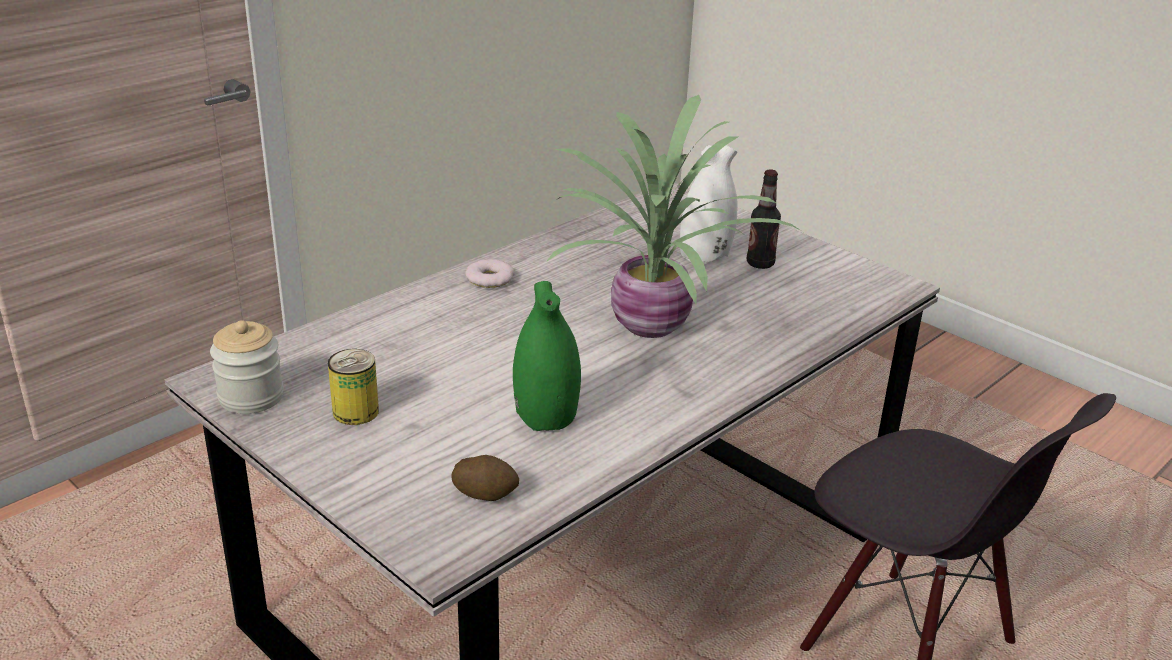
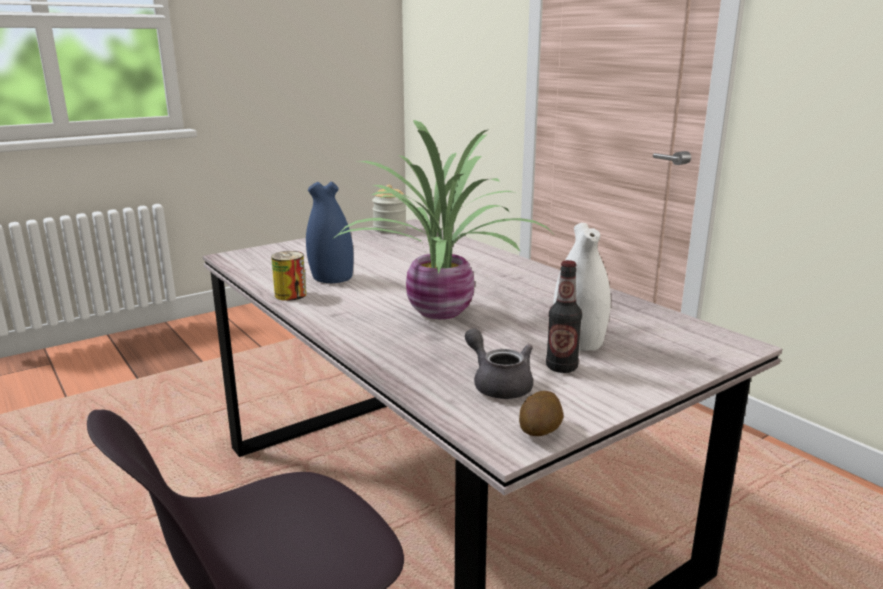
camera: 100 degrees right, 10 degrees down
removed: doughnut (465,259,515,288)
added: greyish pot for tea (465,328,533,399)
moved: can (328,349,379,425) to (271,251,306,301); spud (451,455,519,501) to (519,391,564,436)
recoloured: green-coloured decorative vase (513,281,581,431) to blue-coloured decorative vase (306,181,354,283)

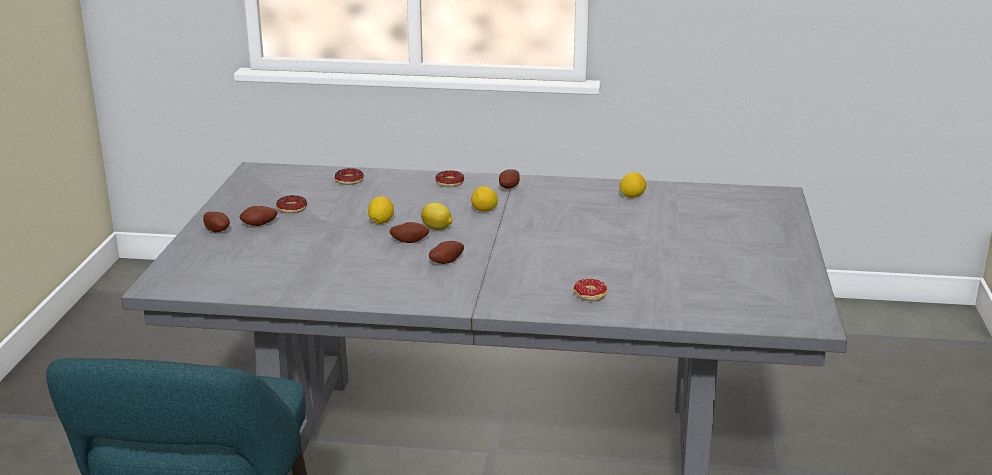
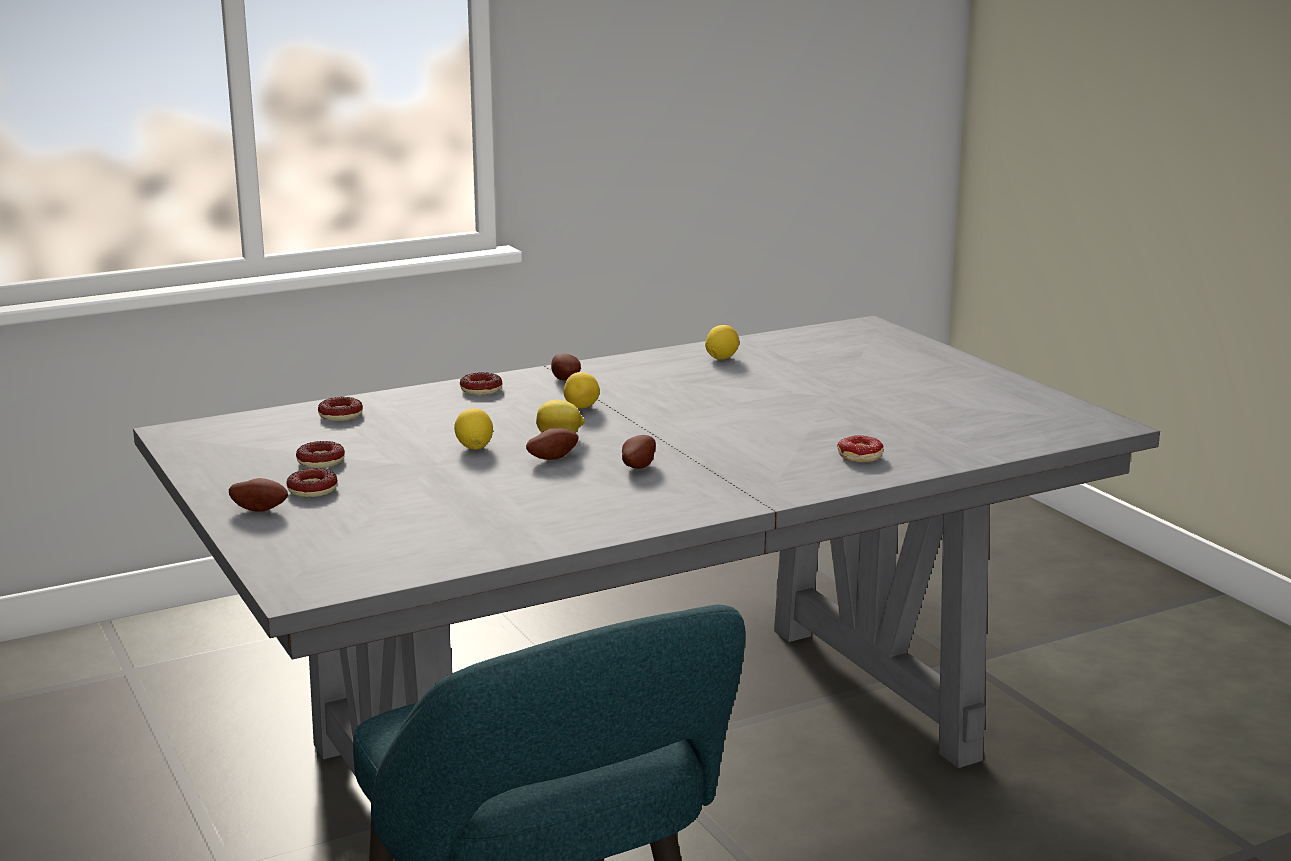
camera: 35 degrees left, 5 degrees down
replaced: spud (240,206,278,226) to doughnut (286,468,338,497)

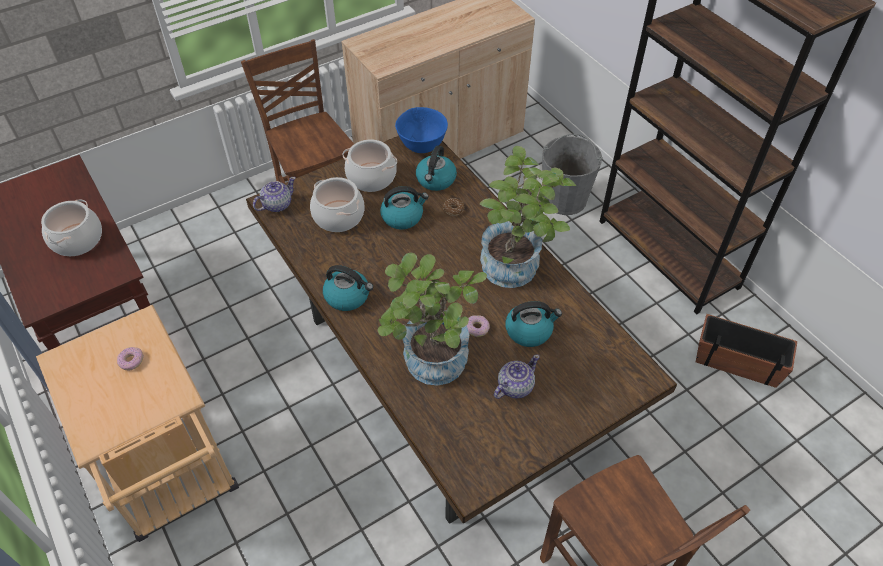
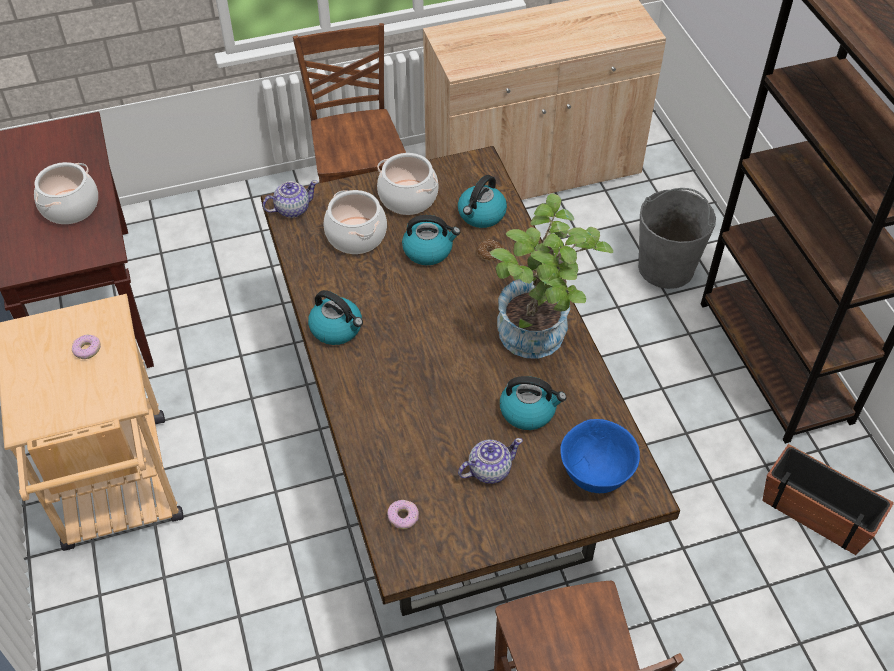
camera: 15 degrees right, 0 degrees up
removed: houseplant (377,253,487,386)
moved: blue-coloured serving bowl (395,107,448,153) to (560,419,640,493); doughnut (467,315,490,337) to (387,500,419,529)

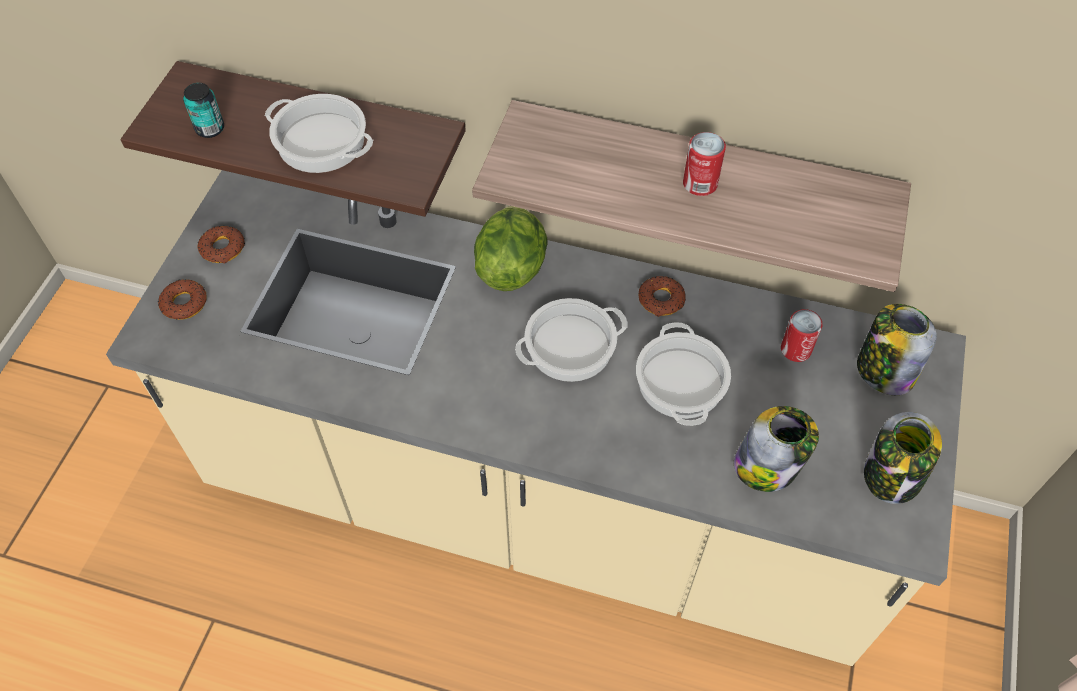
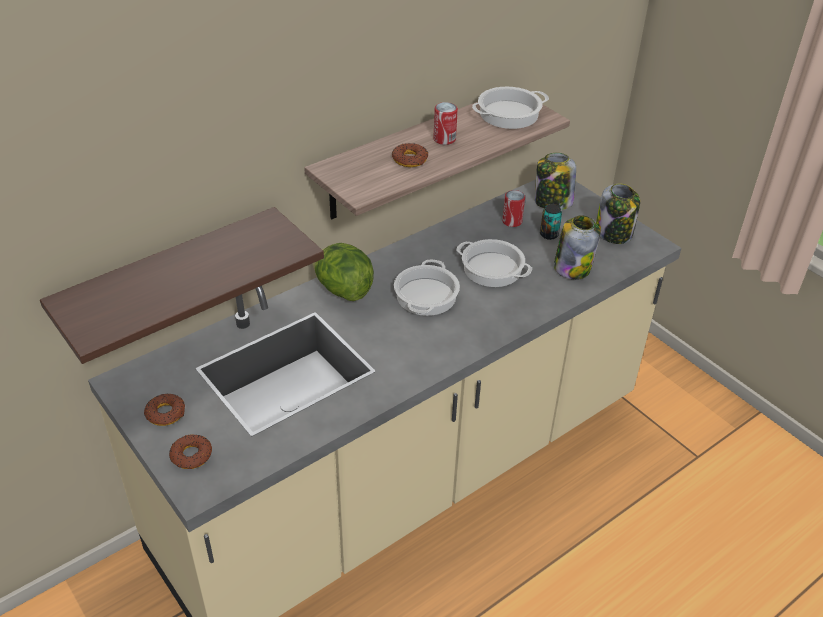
camera: 55 degrees left, 15 degrees down
moved: can (183,83,224,138) to (540,204,562,240); stockpot (265,94,373,173) to (472,87,549,129); doughnut (638,276,686,317) to (392,143,428,167)

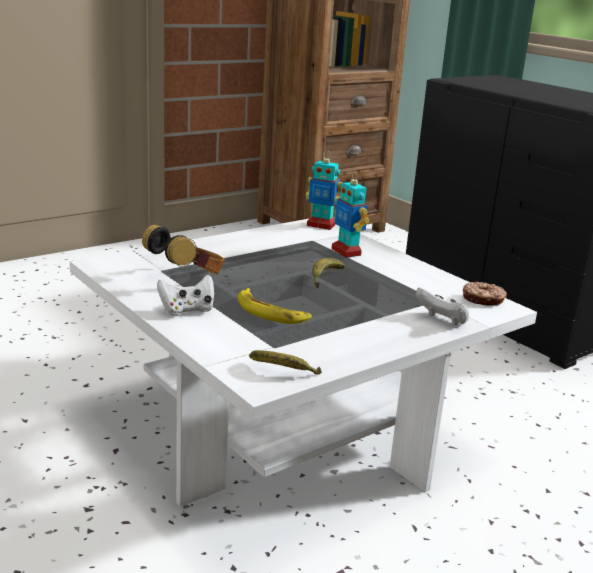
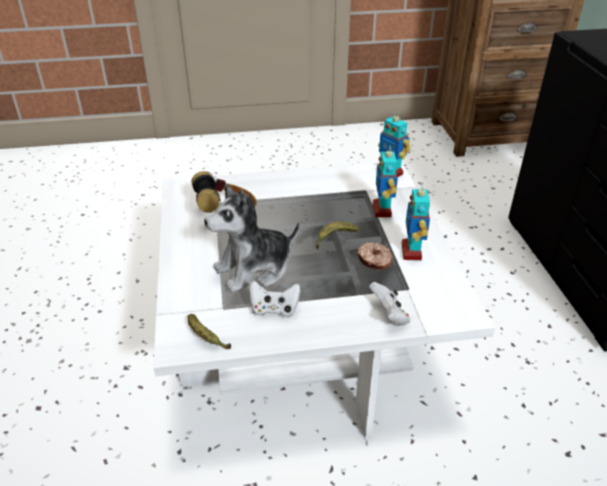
camera: 30 degrees right, 15 degrees up
added: model robot (402,186,430,260)
moved: whitish gamepad (157,274,214,315) to (249,281,300,318); doughnut (463,282,507,305) to (357,242,393,269)
replaced: banana (238,288,312,324) to cuddly toy (204,184,300,293)

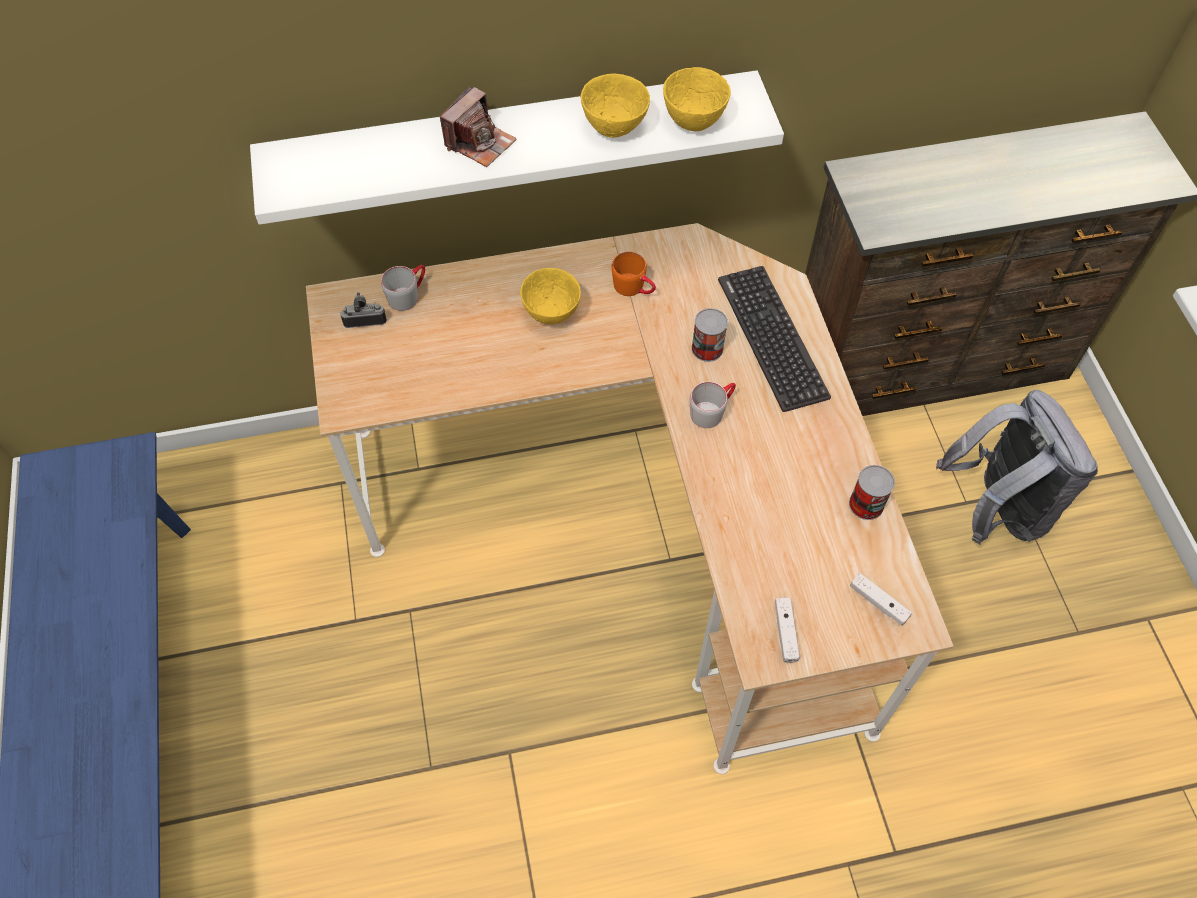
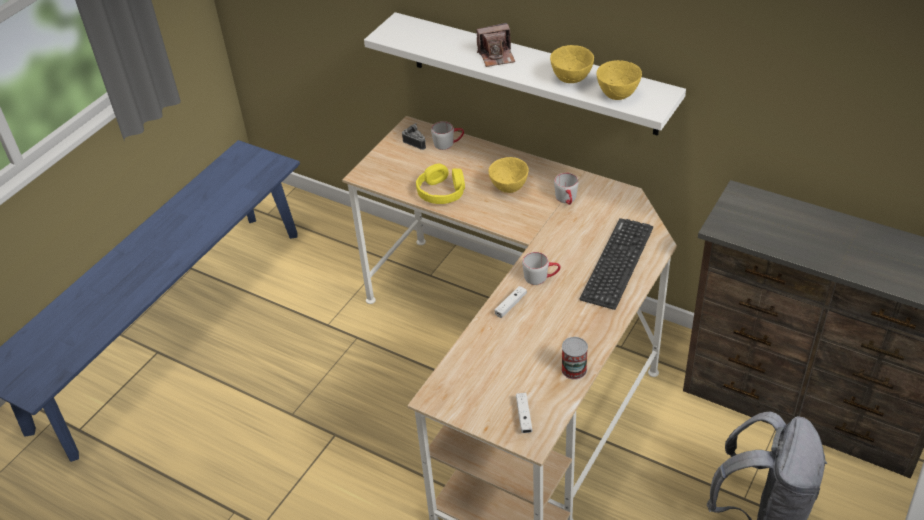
camera: 45 degrees right, 15 degrees down
removed: can (692,308,728,362)
added: yellow pair of headphones (416,164,465,204)
moved: whitish gamepad (775,597,800,663) to (494,286,527,318)
recoloured: orange coffee mug (612,252,656,296) to greyish coffee mug (554,173,578,205)

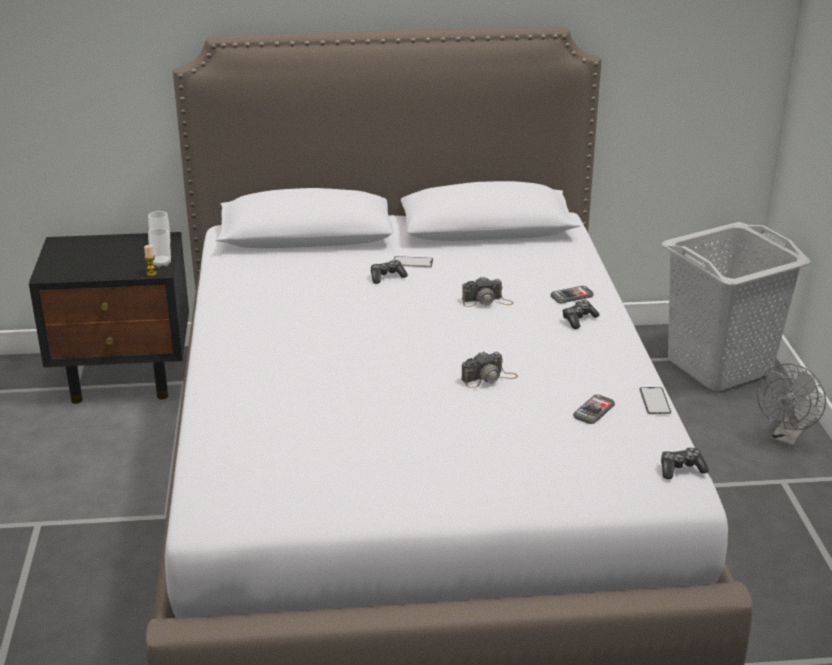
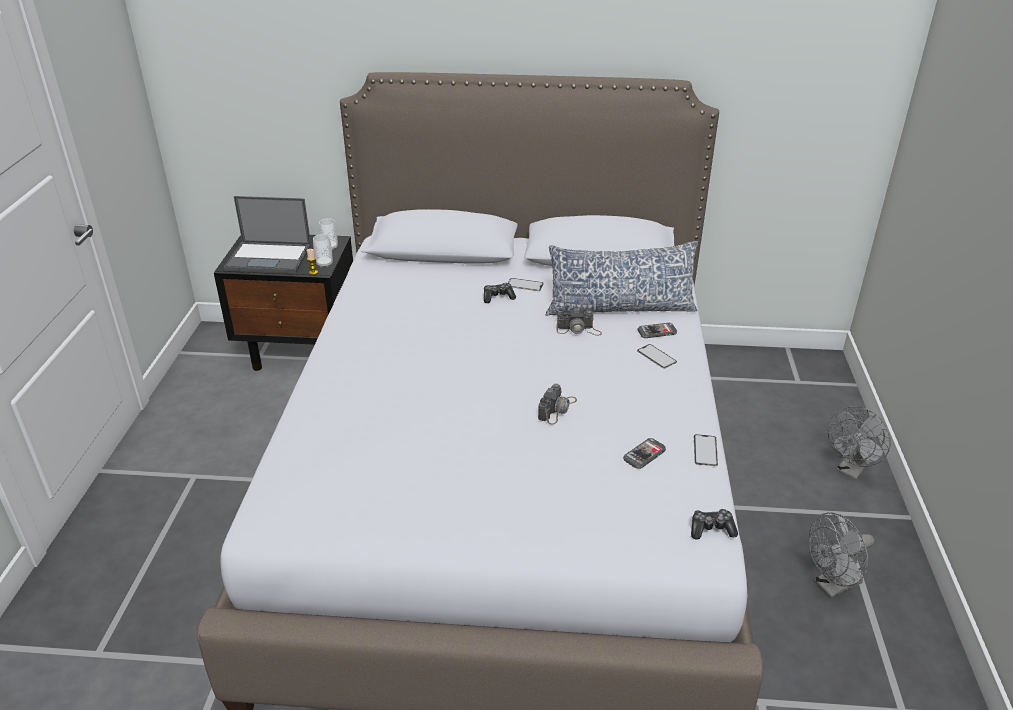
camera: 10 degrees right, 5 degrees up
removed: greyish hamper (662,222,811,391)
added: notebook computer (224,196,311,273); throw pillow (546,241,698,316); greyish electric fan (809,512,874,598)
replaced: gamepad (562,300,600,329) to handset (637,344,677,368)
turned: still camera (461,352,518,388) = (538,384,577,425) 45 degrees counterclockwise

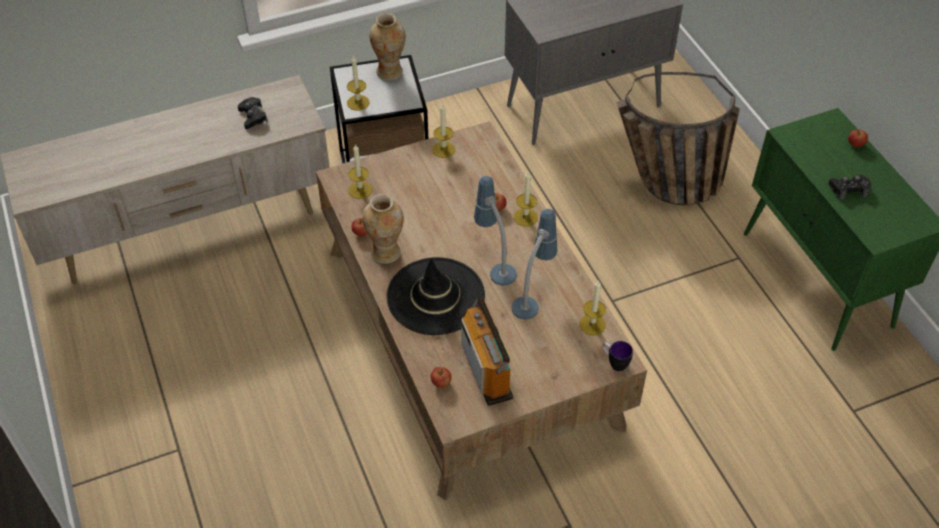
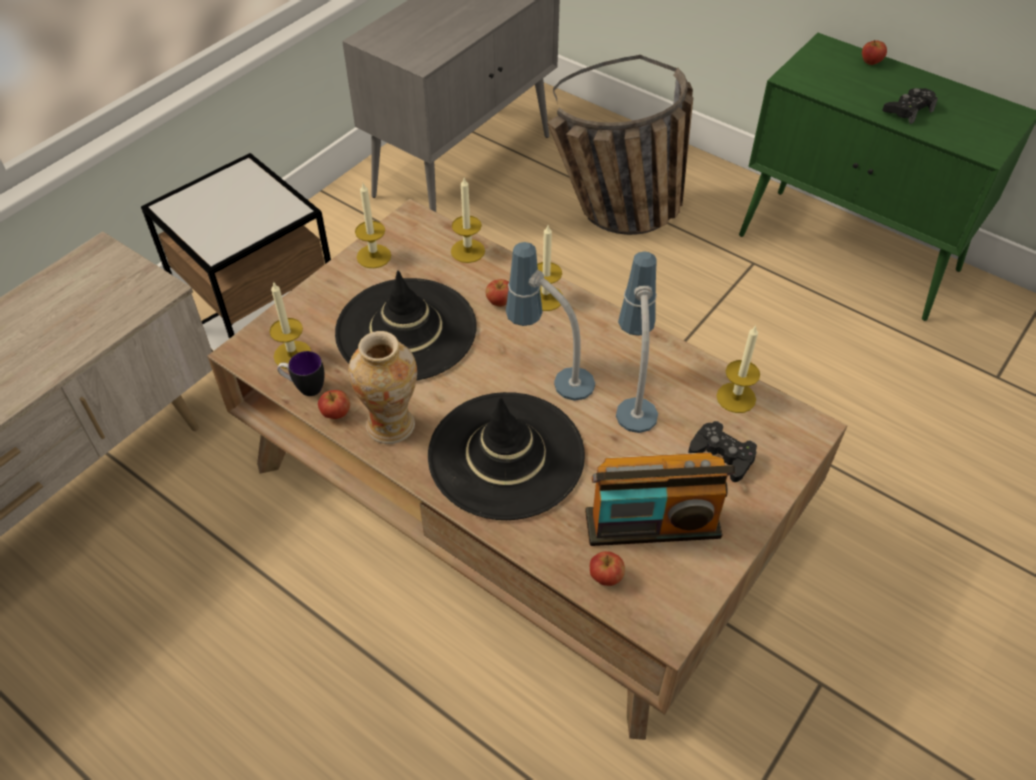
camera: 30 degrees left, 0 degrees up
removed: decorative vase (369,13,406,81)
added: blackish clothing hat (335,270,477,381)
moved: blackish gamepad (238,97,267,129) to (688,421,757,482); candle (347,55,369,111) to (451,178,485,263); coffee mug (602,341,633,371) to (277,351,325,396)
turned: radio receiver (461,298,513,406) = (585,452,736,546) 135 degrees clockwise

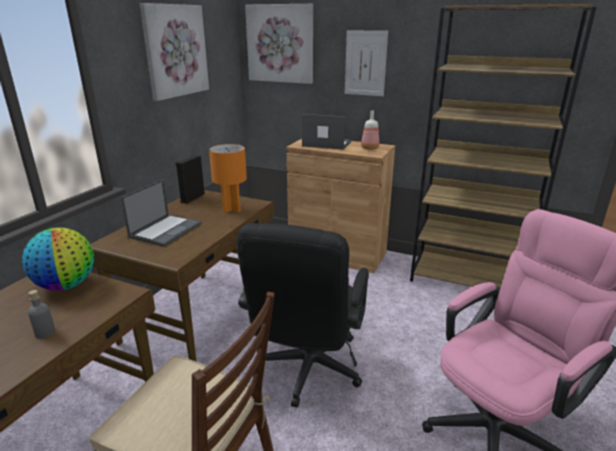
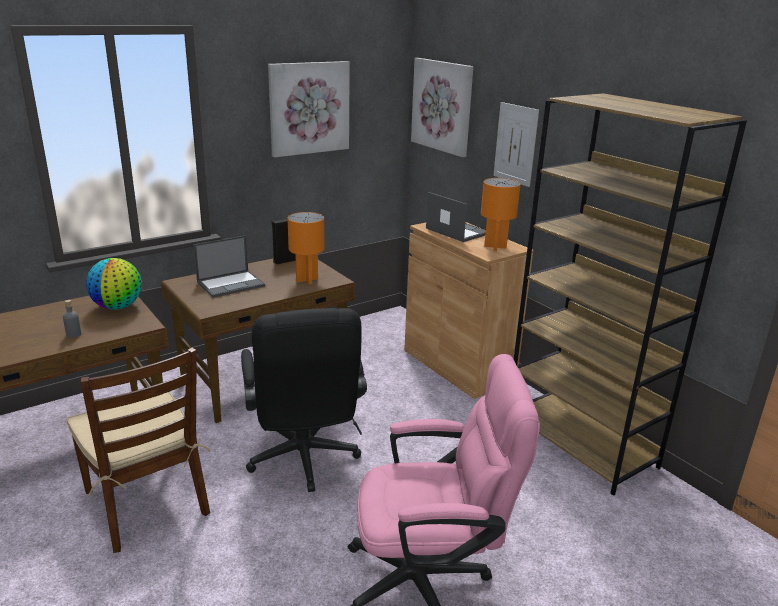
camera: 30 degrees right, 0 degrees up
replaced: drink bottle (361,110,379,150) to orange lamp for a table (481,178,521,251)
turned: blackish office chair (237,223,369,408) = (241,308,367,492) 60 degrees counterclockwise

